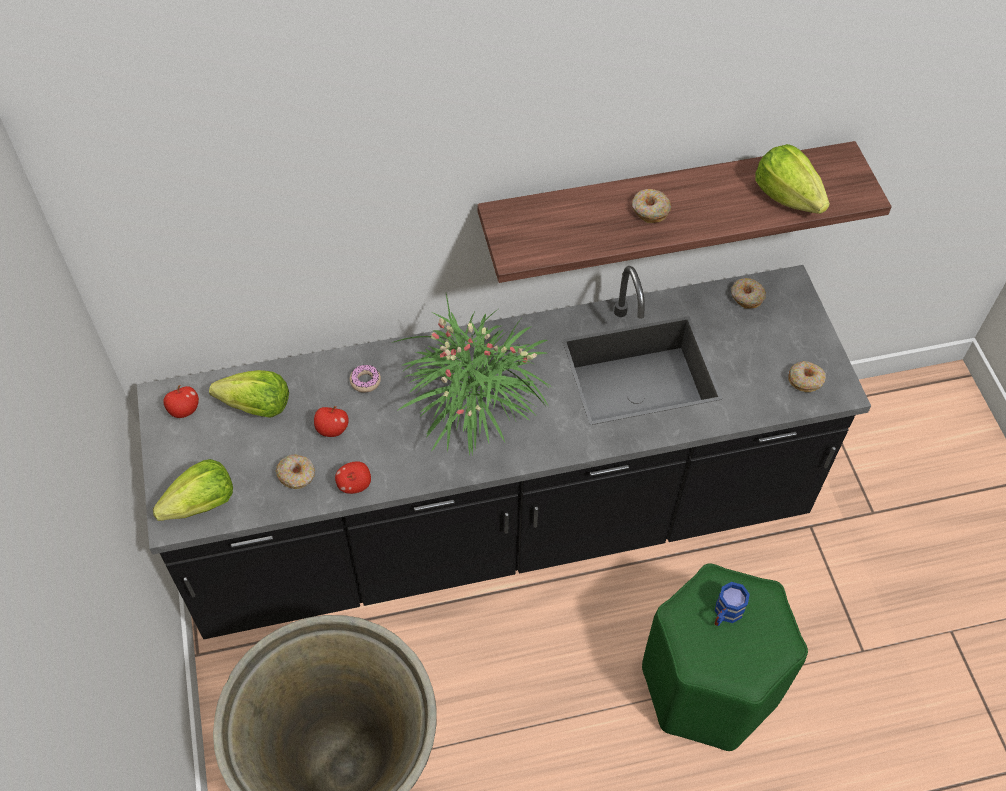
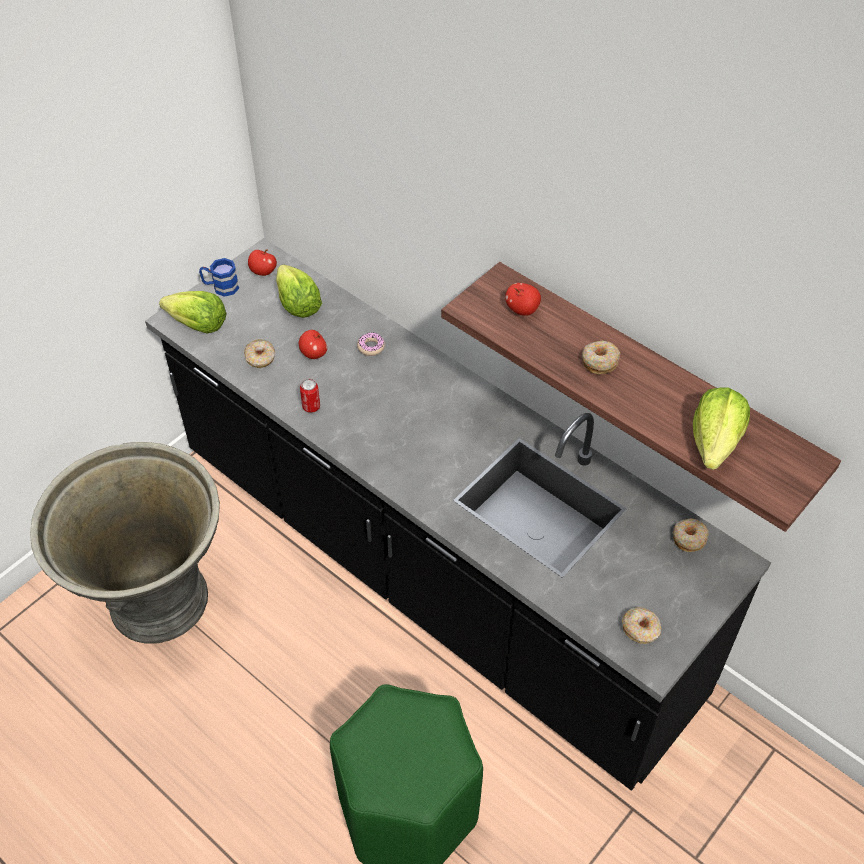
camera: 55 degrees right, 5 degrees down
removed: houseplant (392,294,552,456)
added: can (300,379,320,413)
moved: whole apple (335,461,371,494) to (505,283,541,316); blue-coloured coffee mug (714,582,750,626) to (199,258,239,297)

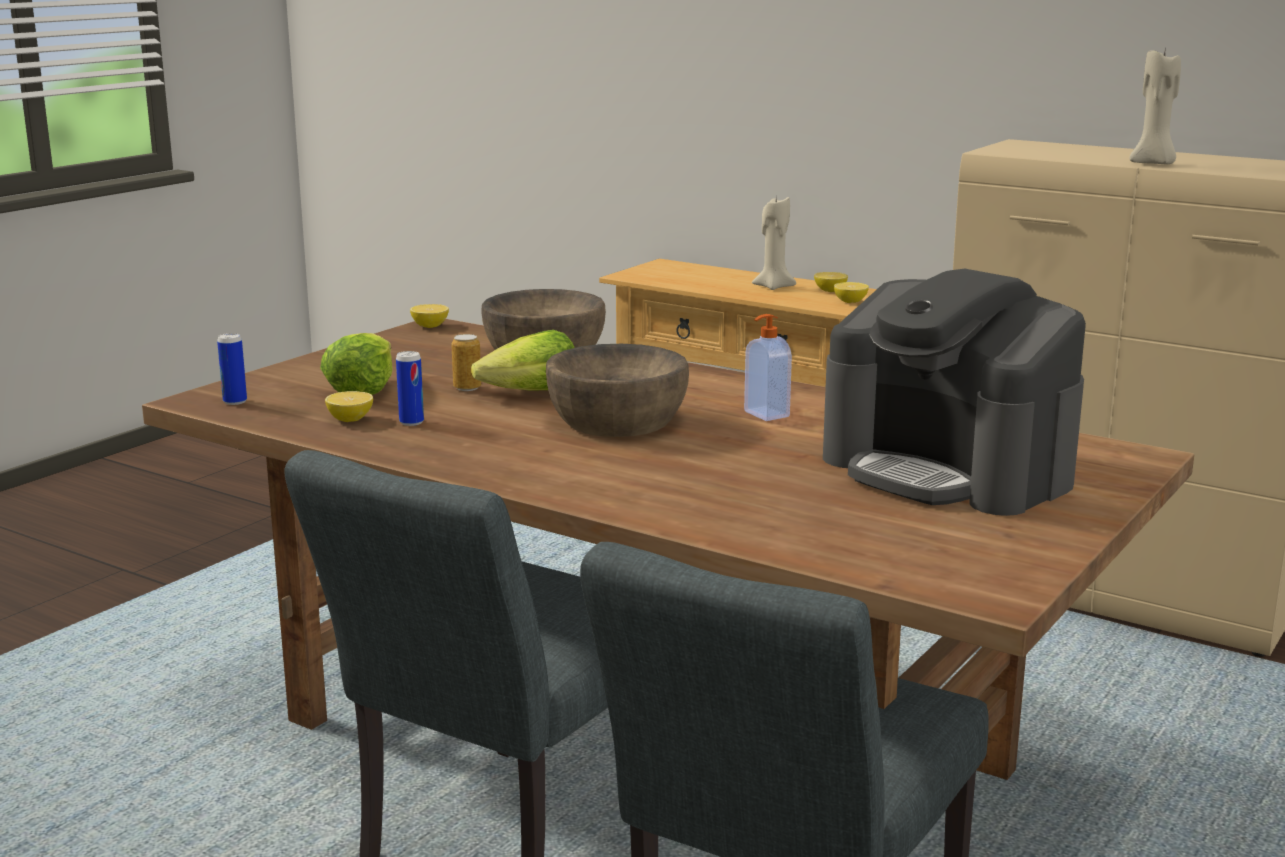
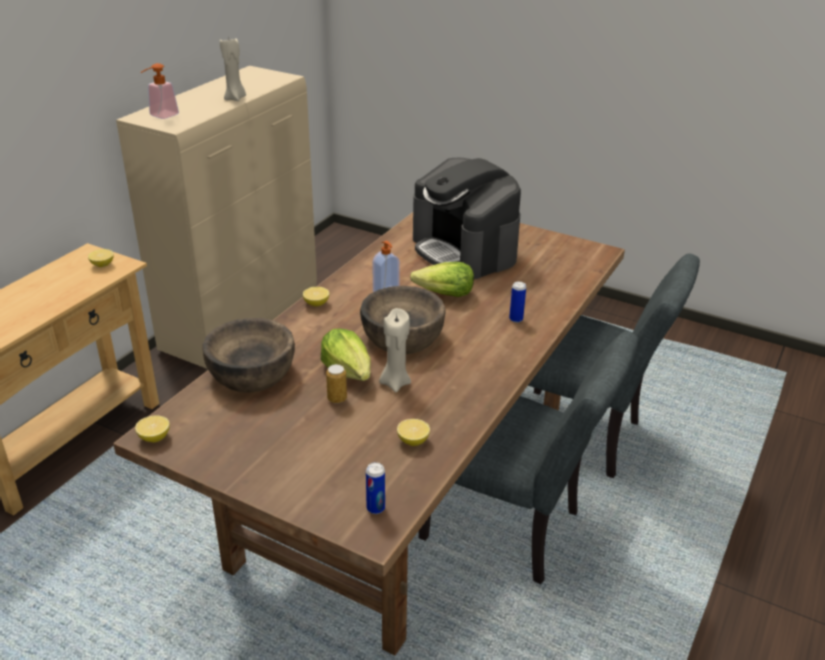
camera: 95 degrees left, 15 degrees up
added: soap bottle (140,63,179,119)
moved: head of lettuce (320,333,393,395) to (410,262,474,297); can (396,351,424,426) to (509,281,526,323); beige-coloured candle (752,197,796,290) to (379,308,411,392); citrus fruit (814,272,848,292) to (303,287,329,306)
turned: coffee brewer (823,269,1086,516) = (413,158,521,279) 105 degrees clockwise

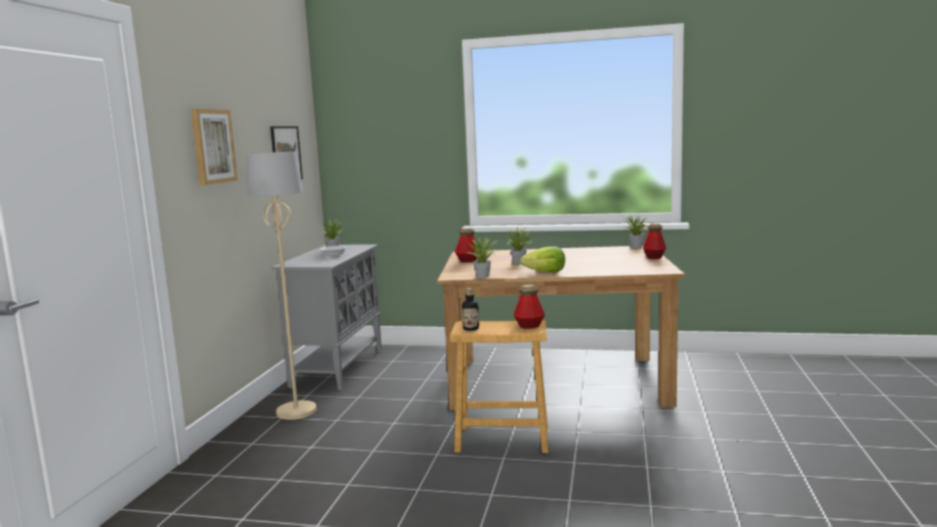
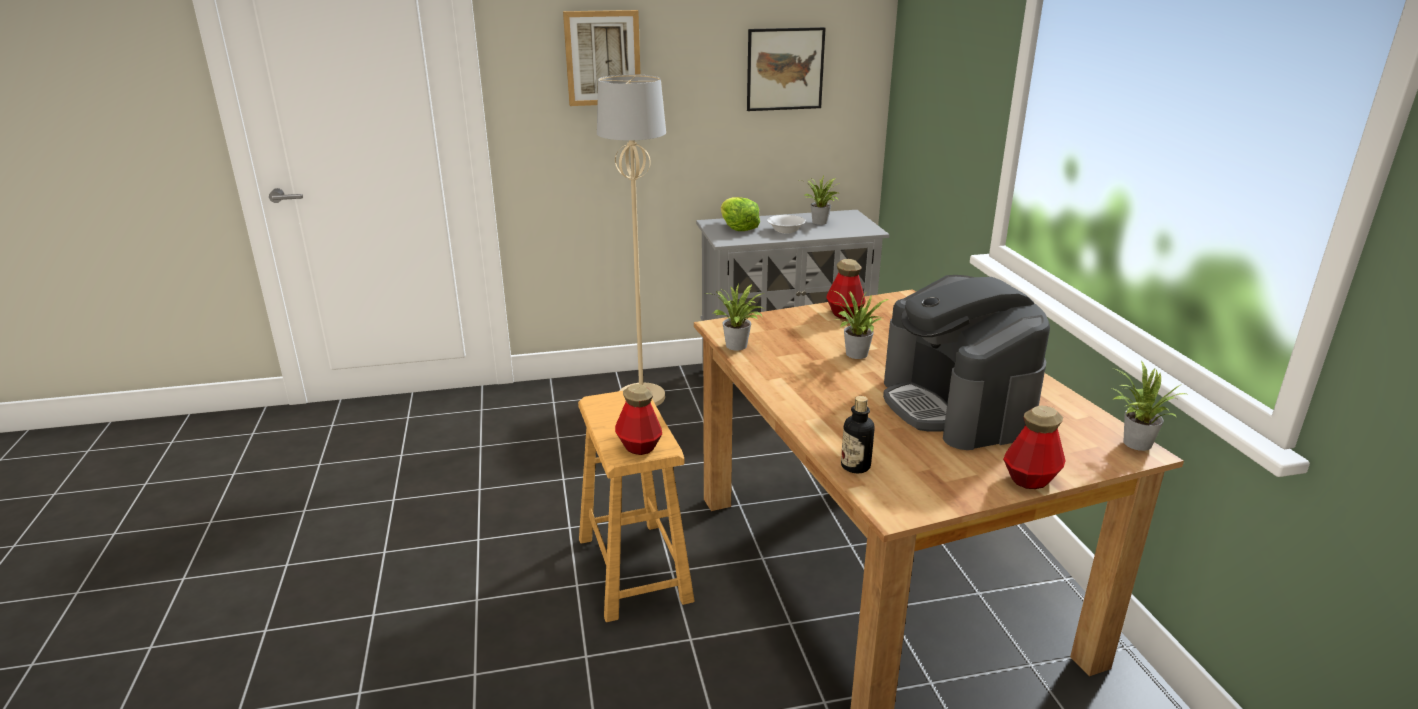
camera: 65 degrees right, 15 degrees up
added: coffee brewer (883,275,1050,450)
moved: drink bottle (462,288,479,331) to (841,396,875,473); head of lettuce (520,246,565,273) to (721,197,760,231)

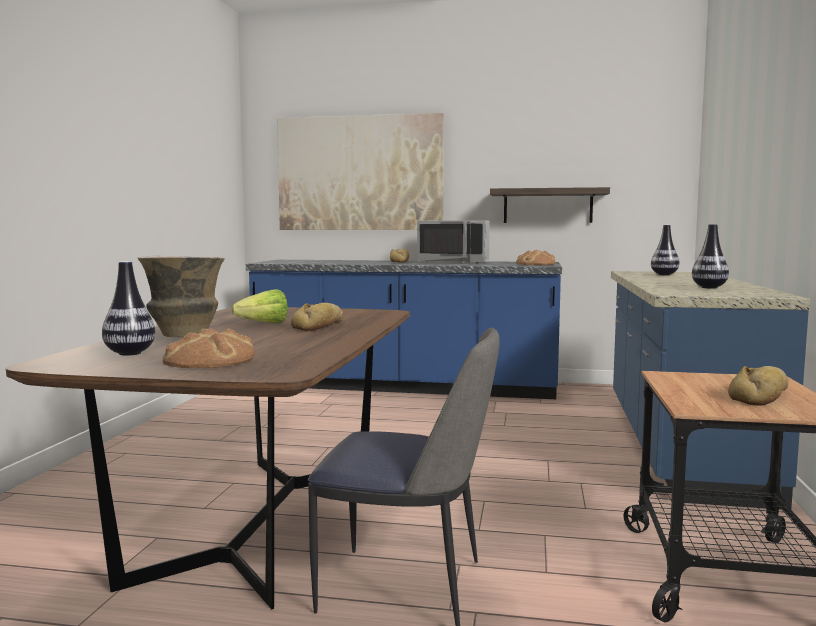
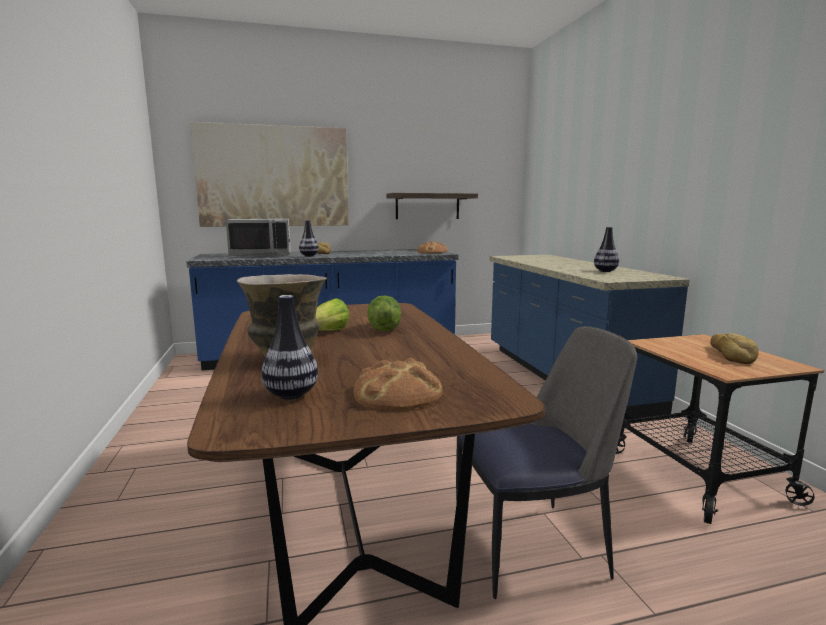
camera: 25 degrees left, 5 degrees up
moved: greyish microwave (417,220,490,263) to (226,219,291,257); decorative vase (651,225,679,275) to (299,220,319,257)
replaced: bakery bread (291,303,343,331) to head of lettuce (367,295,401,331)

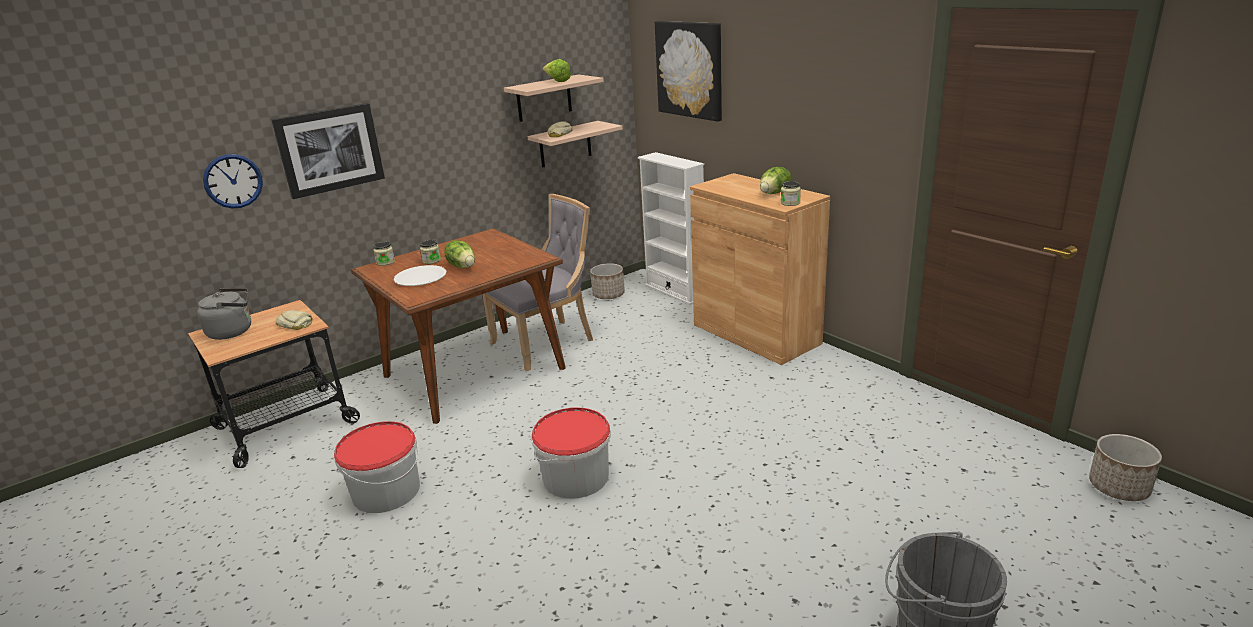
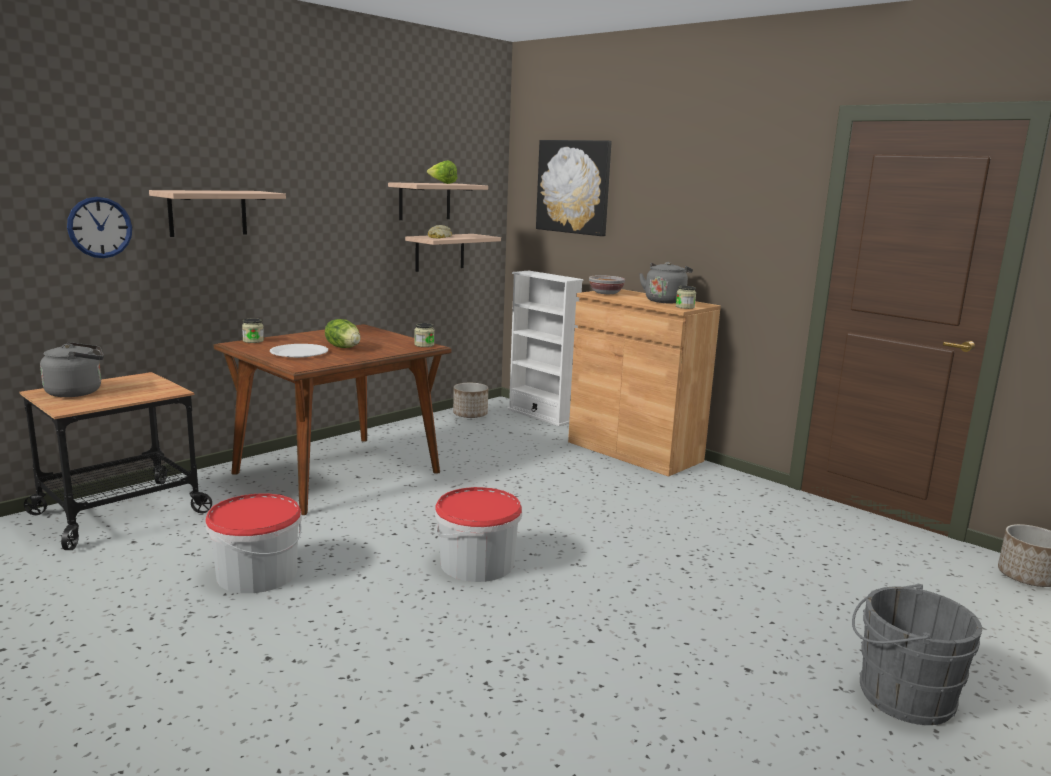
camera: 10 degrees left, 10 degrees down
removed: bakery bread (275,310,313,330); greyish chair (483,194,593,371)
added: serving bowl (589,275,625,294)
moved: storage jar (420,240,441,264) to (414,323,434,347)
replaced: wall picture (271,103,385,199) to bracket shelf (149,190,286,237); head of lettuce (760,167,791,194) to greyish water kettle (639,262,693,303)

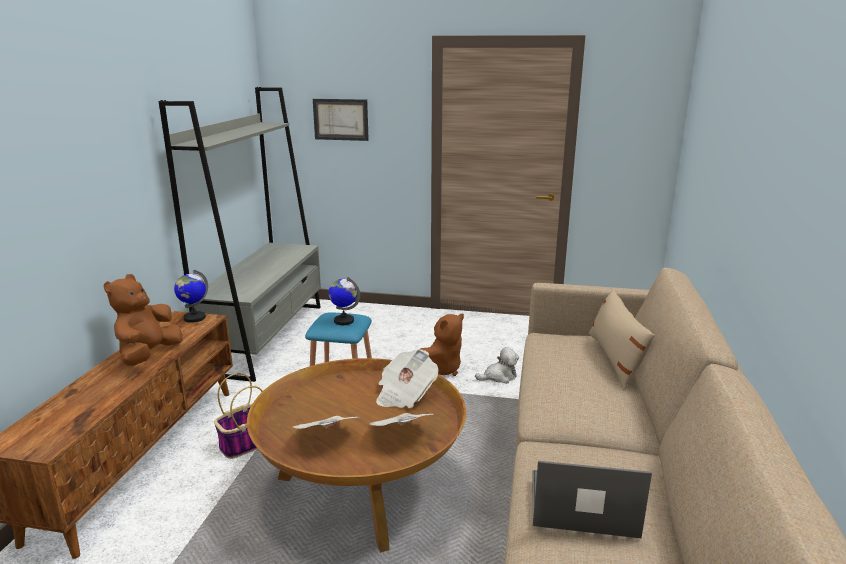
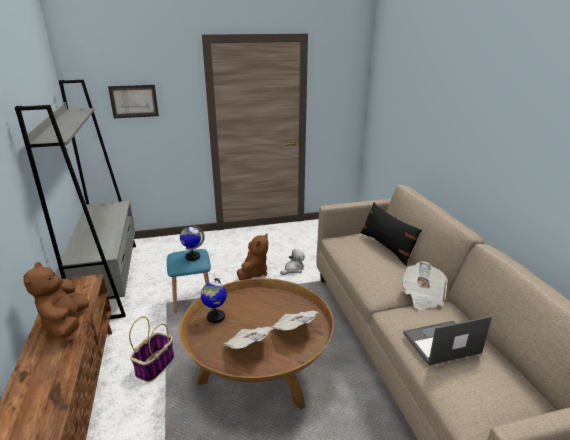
camera: 25 degrees left, 5 degrees up
moved: desk globe (174,270,208,323) to (200,278,227,323); daily paper (376,349,438,408) to (402,261,448,310)
recoloured: beige-coloured throw pillow (589,287,655,391) to blackish throw pillow (361,202,422,266)

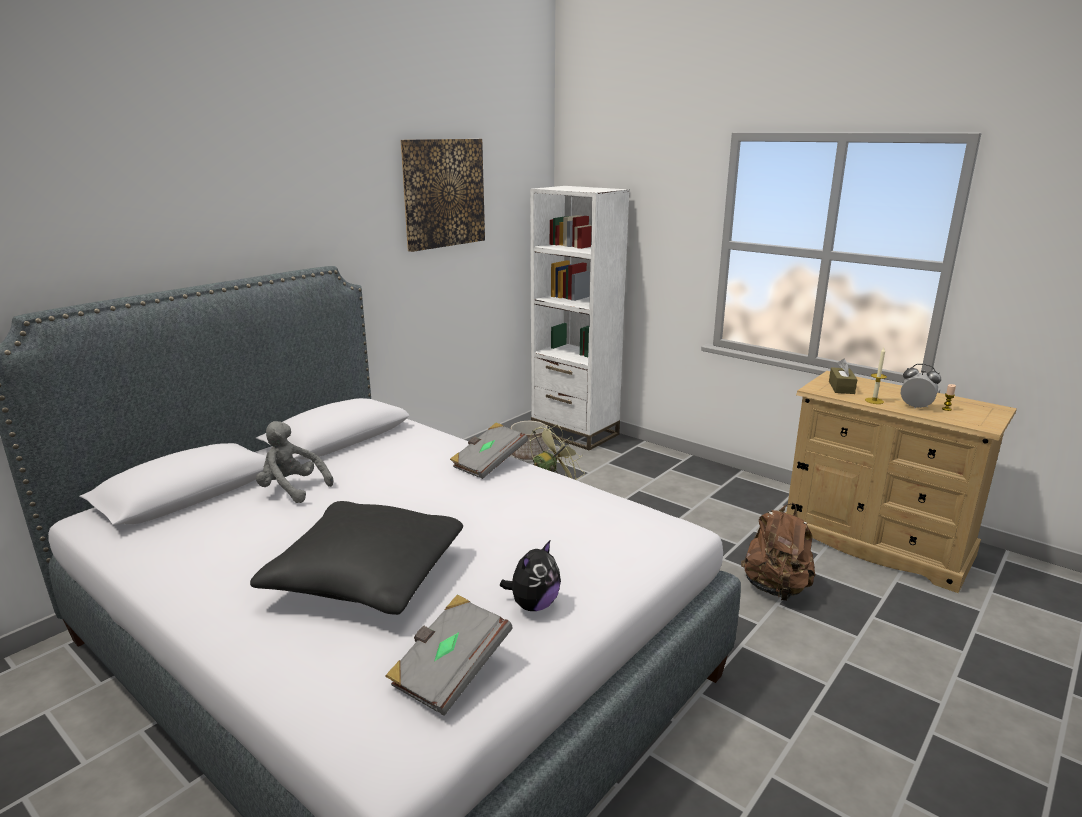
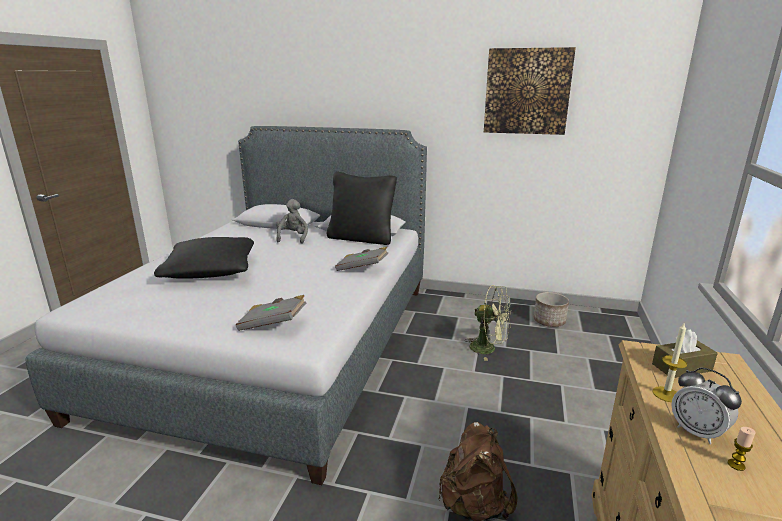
camera: 65 degrees right, 0 degrees up
removed: cuddly toy (500,539,561,611); whitish bookcase (530,186,630,451)
added: blackish throw pillow (326,171,397,245)
moved: greyish book (385,595,513,716) to (236,295,306,331)
turned: table clock (901,364,941,408) = (671,367,742,444) 135 degrees clockwise

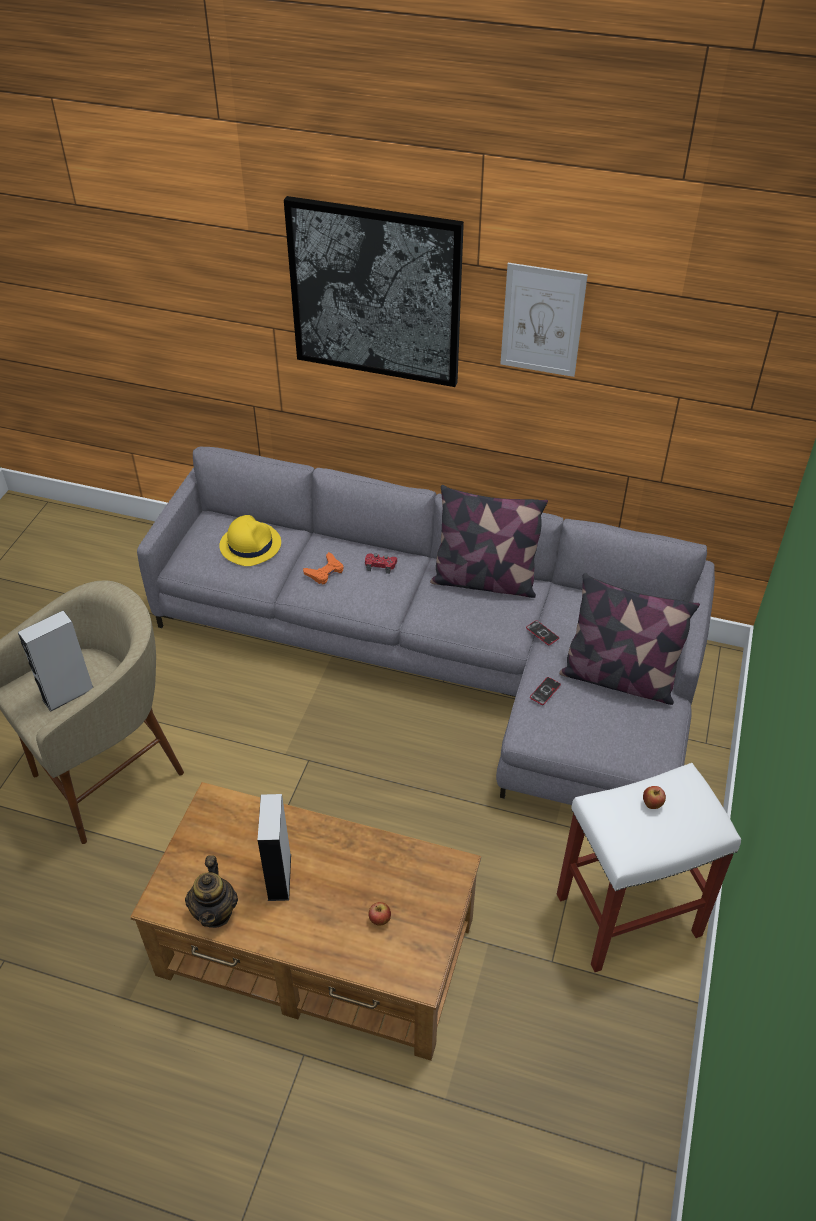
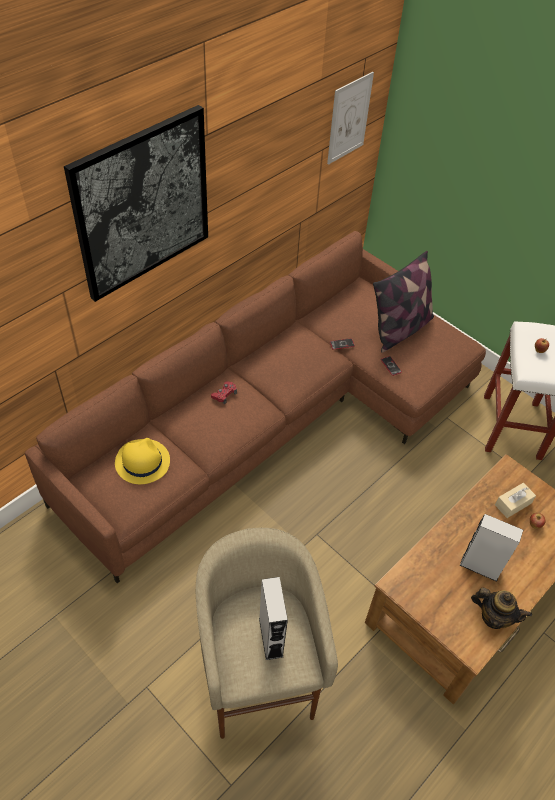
camera: 65 degrees left, 5 degrees up
removed: orange gamepad (303,552,344,584); throw pillow (430,485,548,598)
added: beige-coloured tissue holder (495,483,536,518)
moved: wall picture (500,263,588,377) to (327,72,374,165)
recoloured: greyish couch (137,447,715,805) to brownish couch (25,231,486,583)

